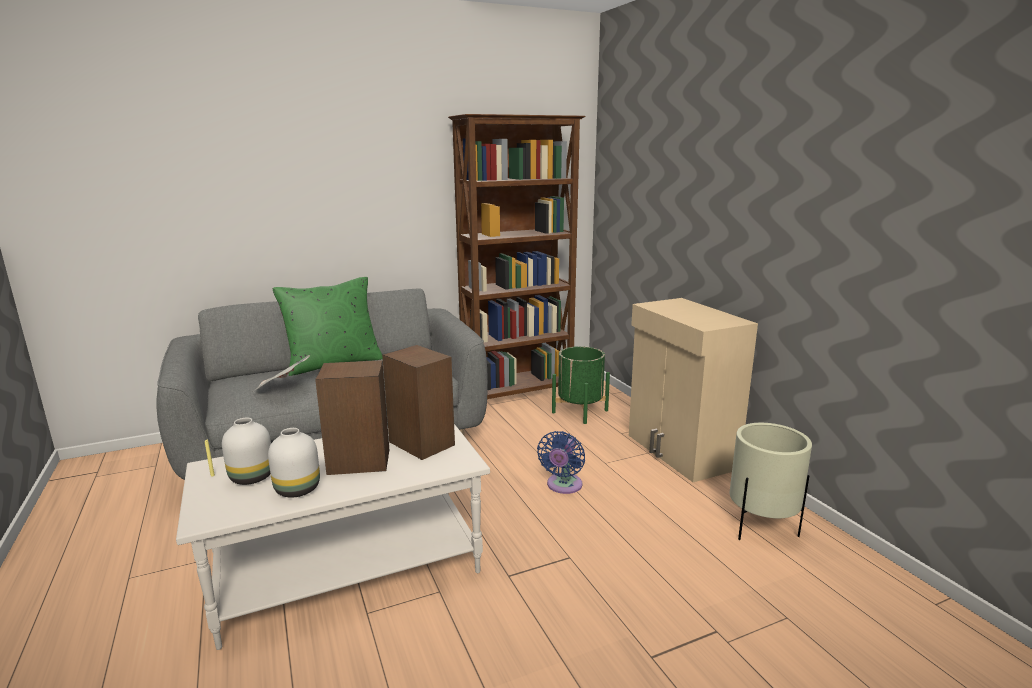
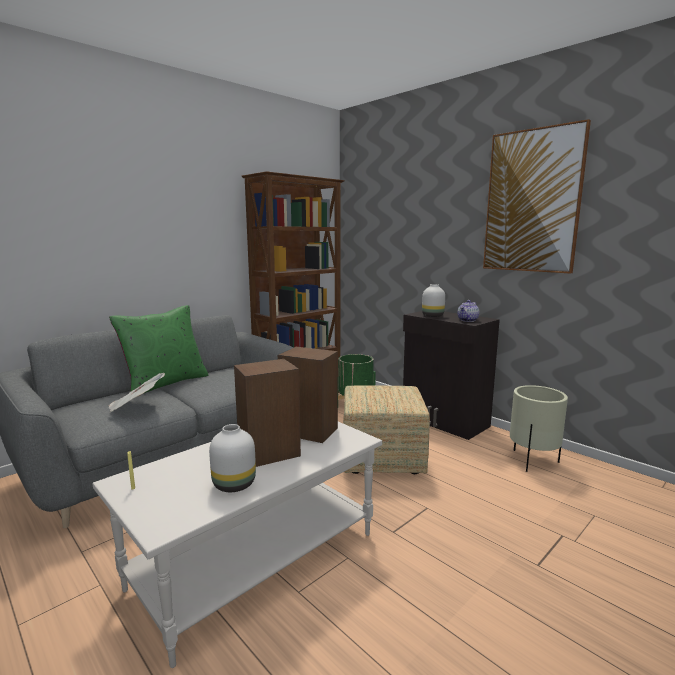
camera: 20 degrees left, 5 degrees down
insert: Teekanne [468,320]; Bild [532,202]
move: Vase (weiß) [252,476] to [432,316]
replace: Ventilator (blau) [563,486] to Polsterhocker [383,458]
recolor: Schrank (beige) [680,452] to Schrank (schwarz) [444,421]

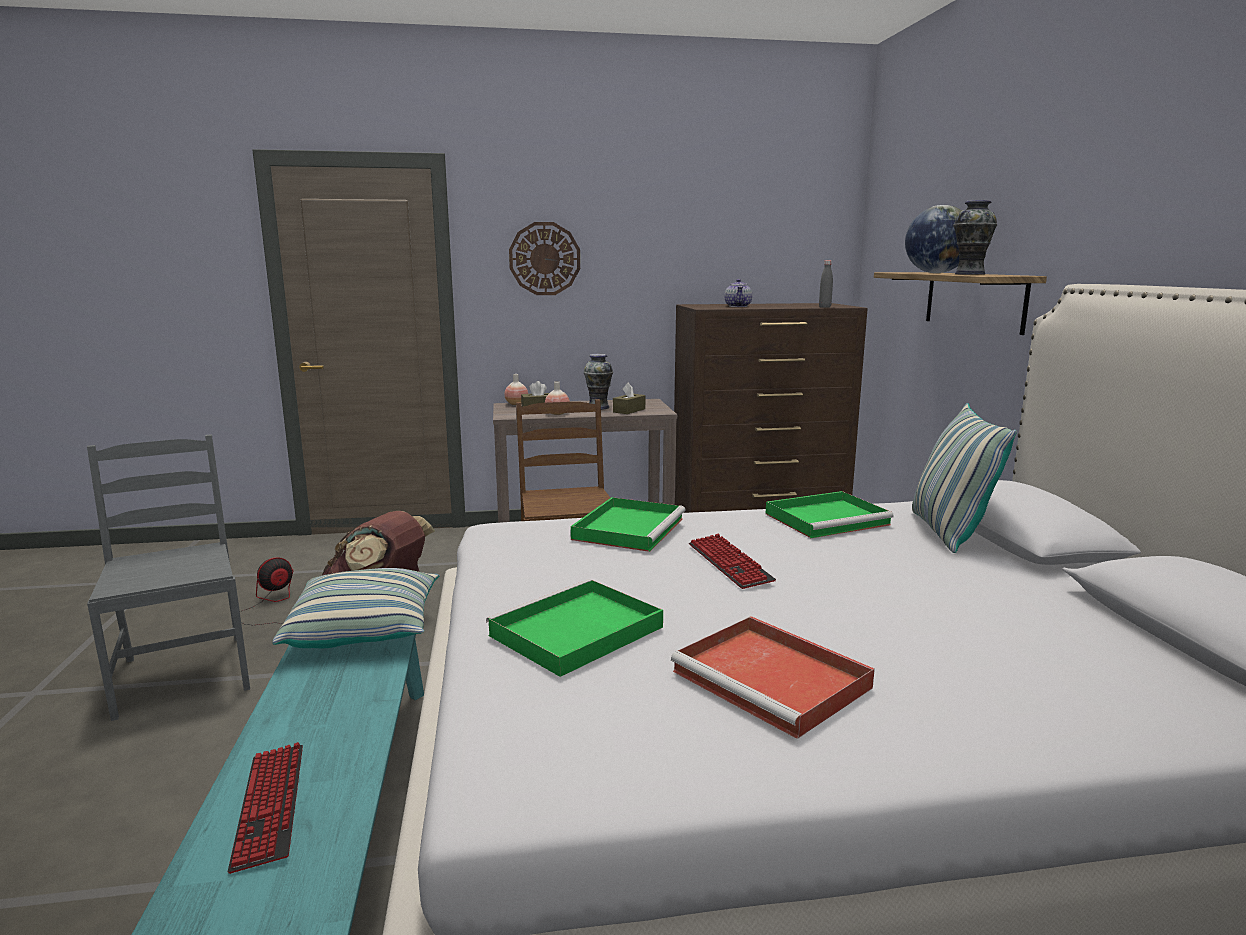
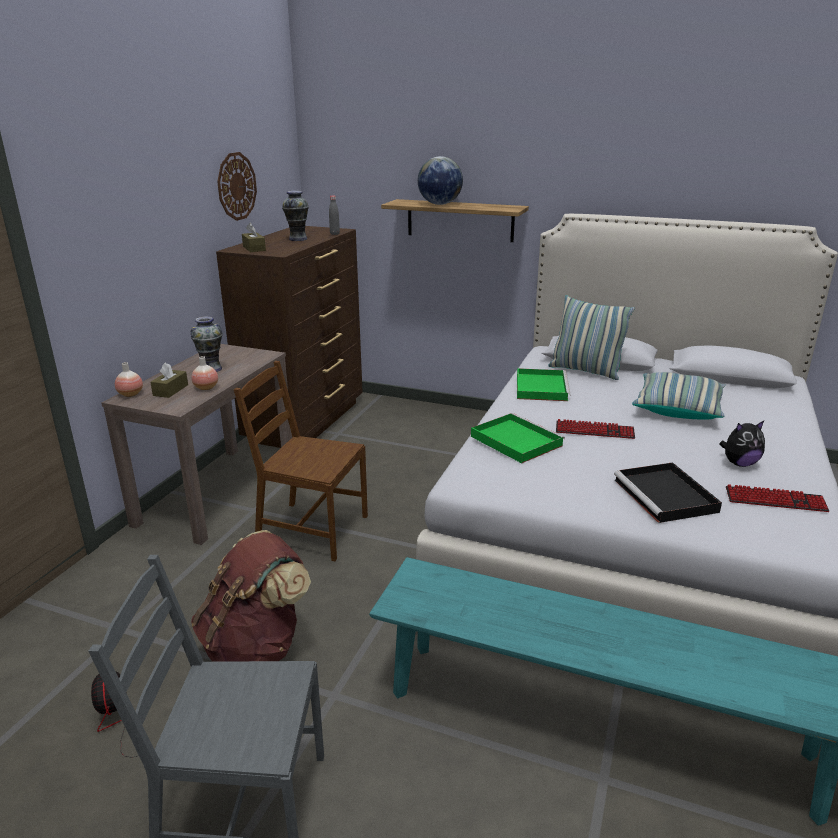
camera: 60 degrees left, 10 degrees up
delete: Teekanne [738,306]
move: Tastatur [269,806] to [775,500]; Kissen [365,630] to [677,409]; Wanduhr [544,259] to [236,186]; Taschentuchbox (braun) [629,410] to [254,248]; Vase [970,274] to [298,239]
replace: Tablett (rot) [774,680] to Plüschtier [739,463]
recolor: Tablett (grün) [574,633] to Tablett (schwarz) [666,496]

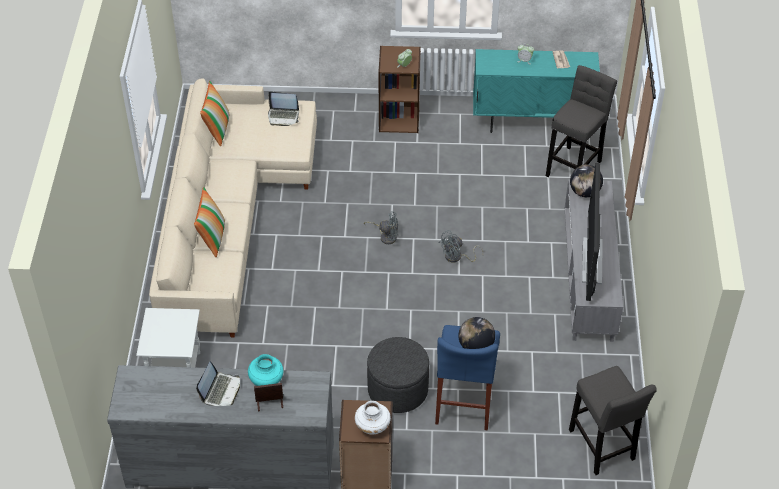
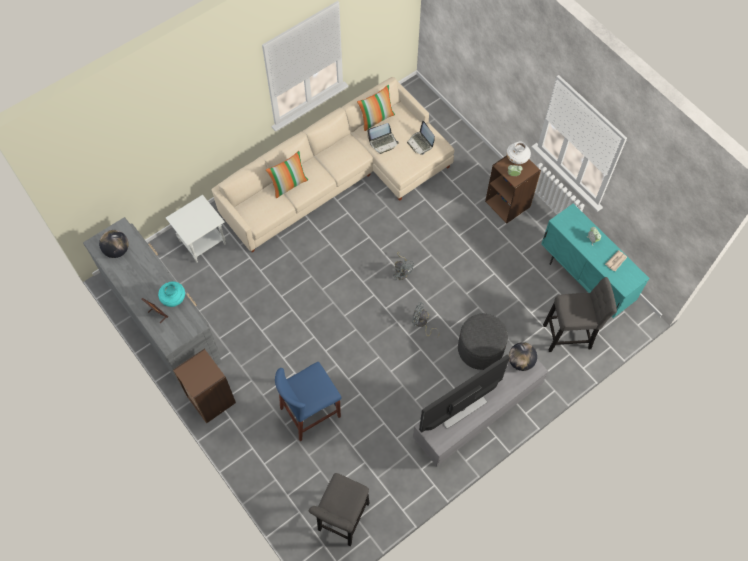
camera: 50 degrees right, 15 degrees up
move: Laptop [220,390] to [383,142]; Vase (weiß) [372,426] to [517,158]; Polsterhocker (grau) [398,389] to [480,349]; Globus [476,346] to [117,250]

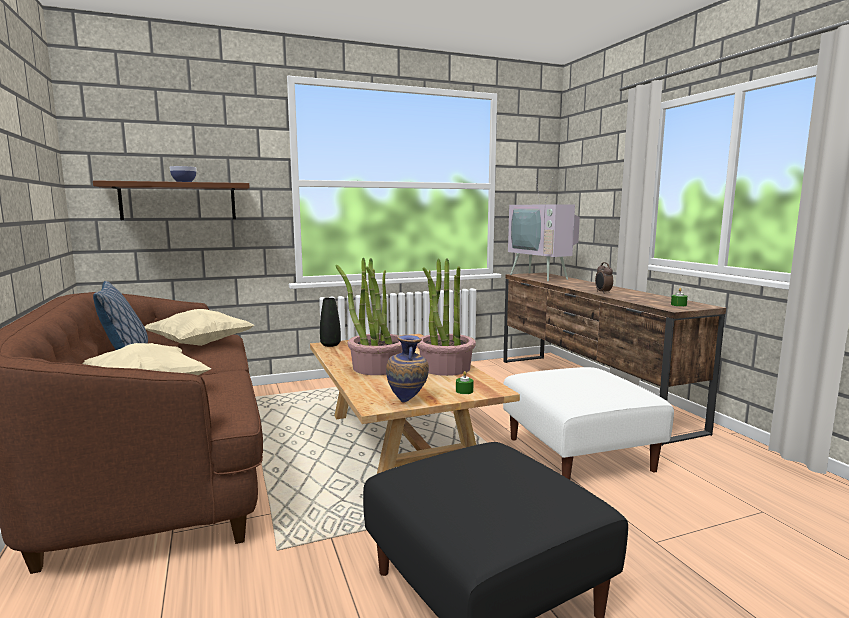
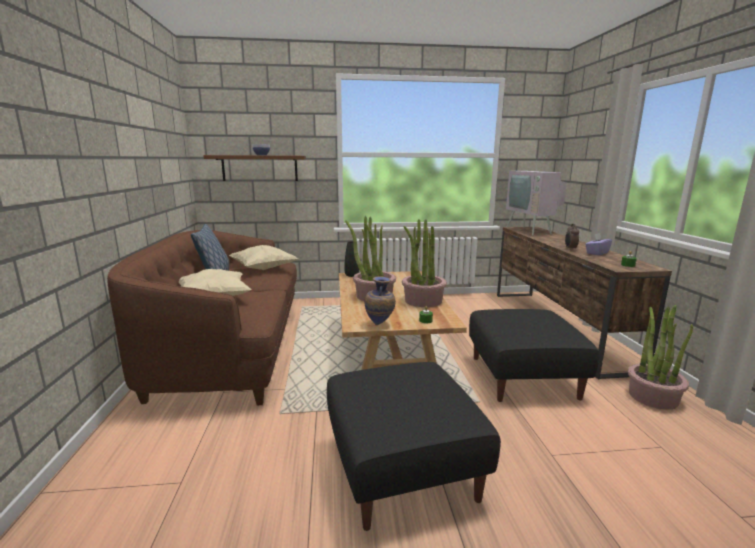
camera: 15 degrees right, 5 degrees up
insert: Taschentuchbox (lila) [597,253]; Topfpflanze [653,397]
recolor: Polsterhocker (weiß) [578,454] to Polsterhocker (schwarz) [522,377]

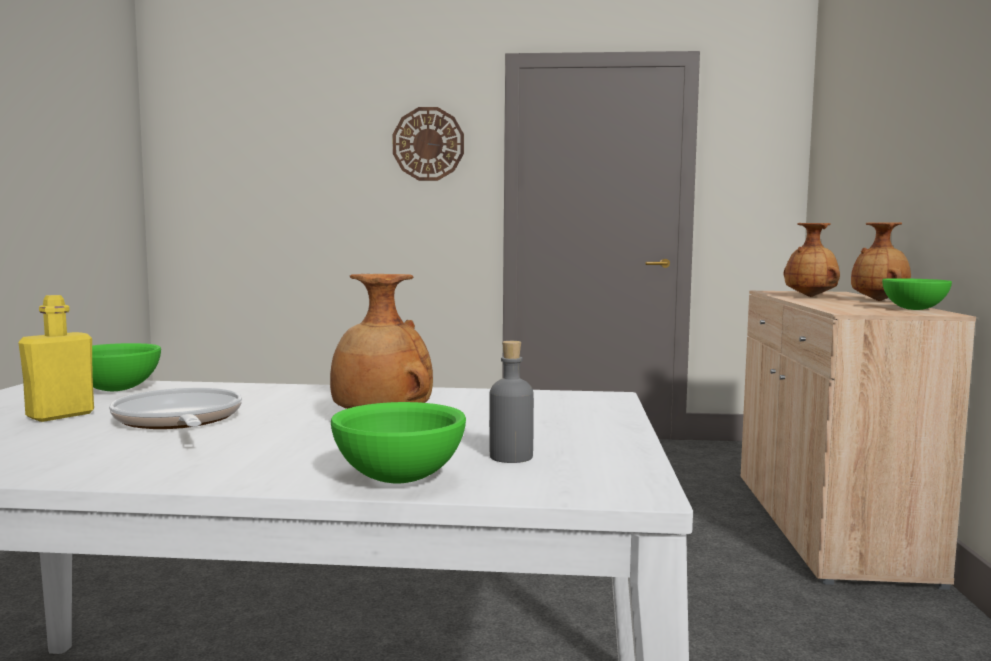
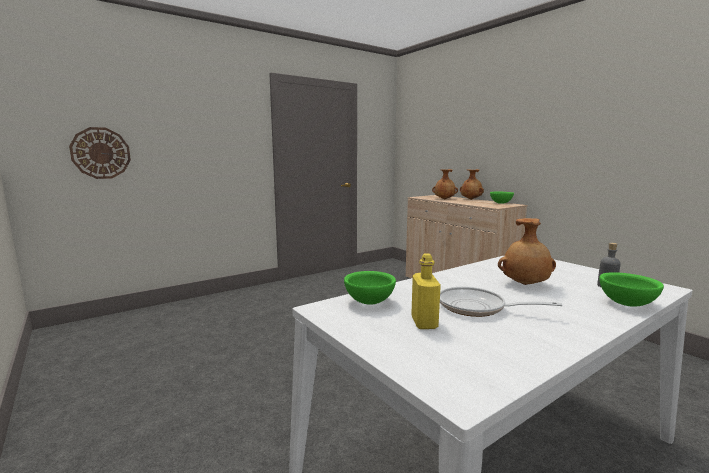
camera: 40 degrees left, 5 degrees up
move: Wanduhr [428,144] to [101,153]

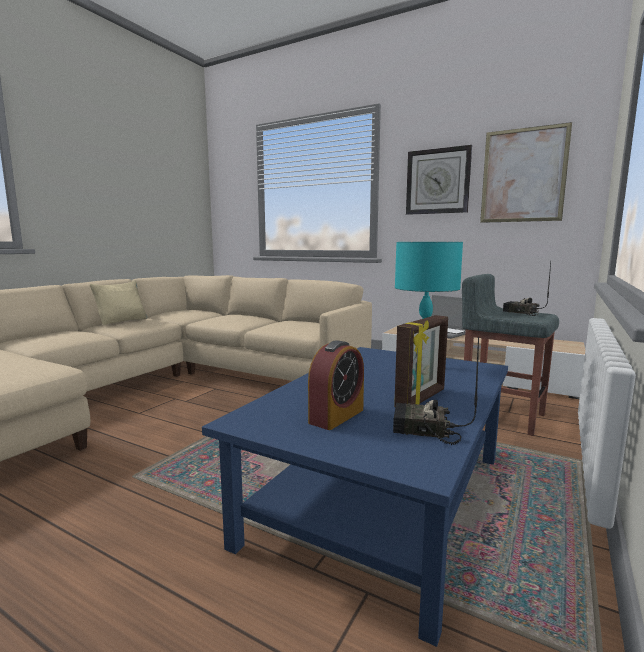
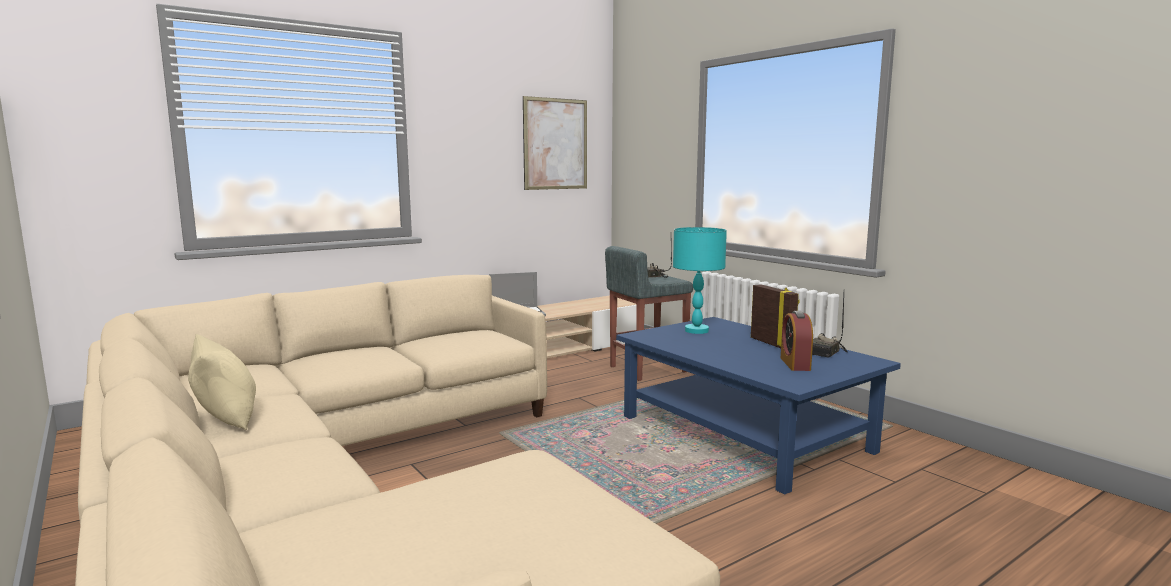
camera: 65 degrees left, 0 degrees up
delete: Wanduhr [438,181]
rotate: Wecker [336,416] = [795,364] 150 degrees counterclockwise

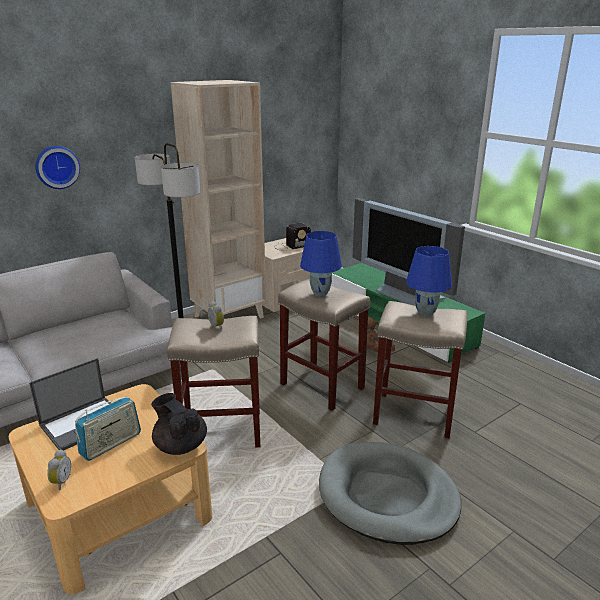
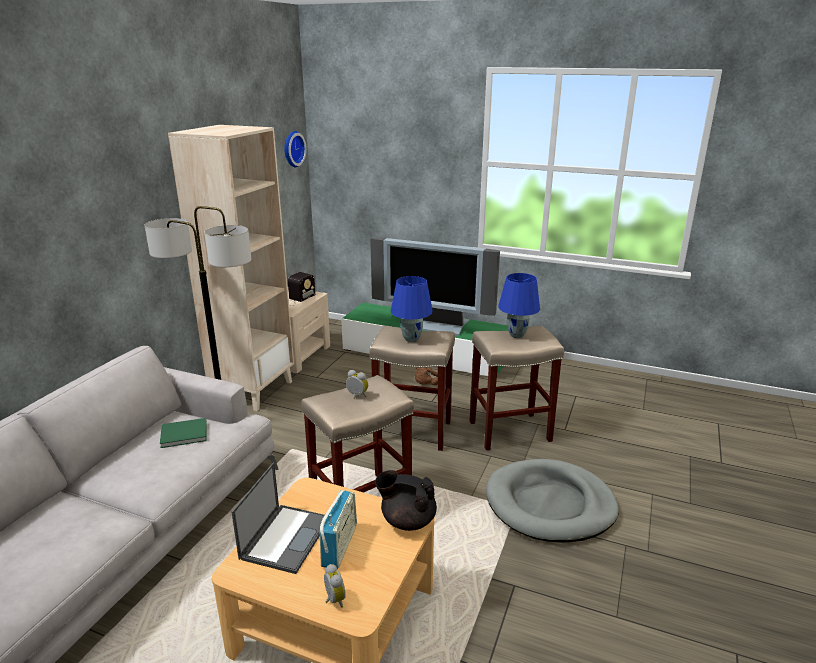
camera: 30 degrees left, 0 degrees up
insert: Buch (grün) [185,434]
move: Wanduhr [57,167] to [292,149]

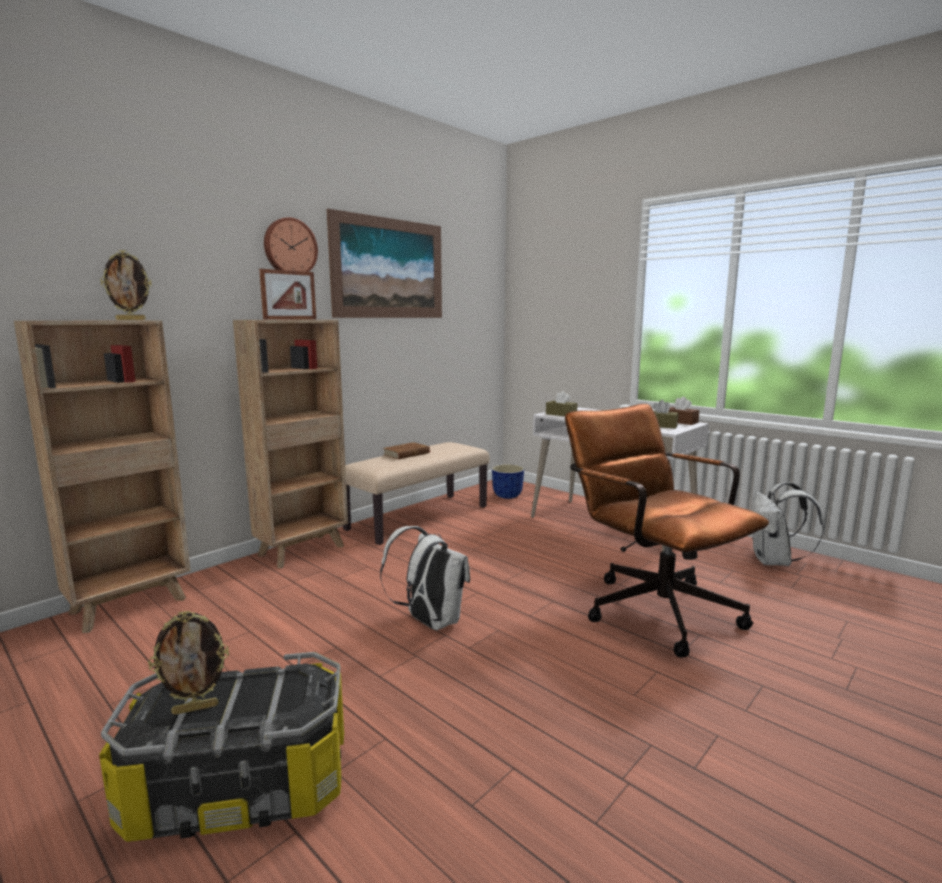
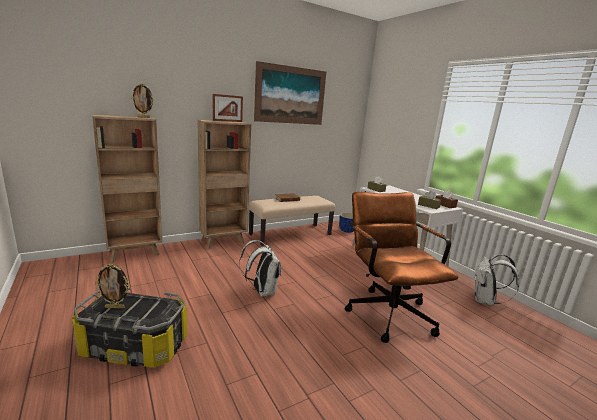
camera: 15 degrees right, 5 degrees up
delete: Wanduhr [289,247]

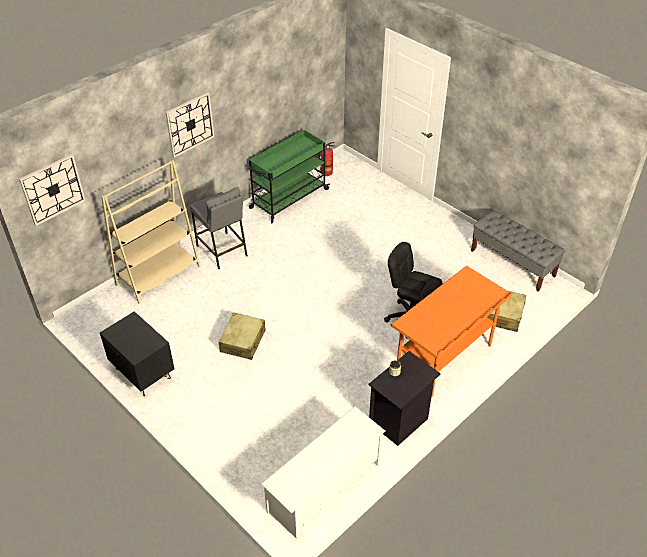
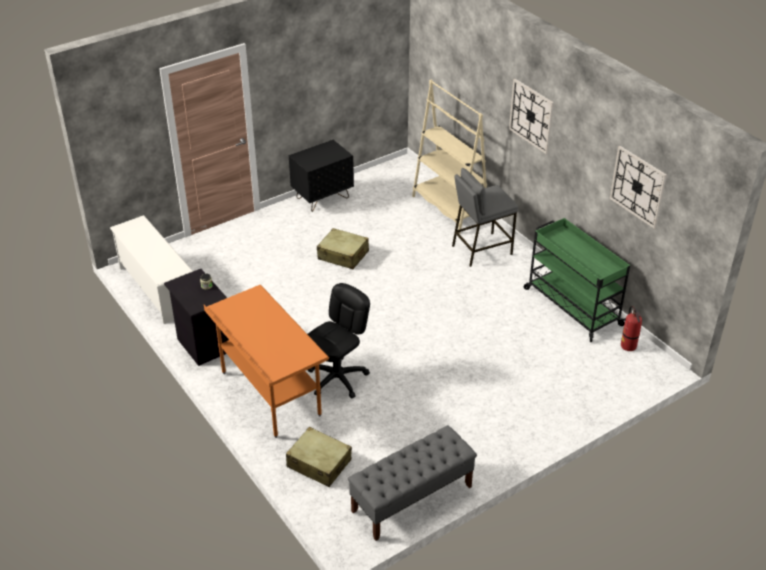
camera: 100 degrees right, 5 degrees down
move: Wanduhr [53,189] to [638,186]

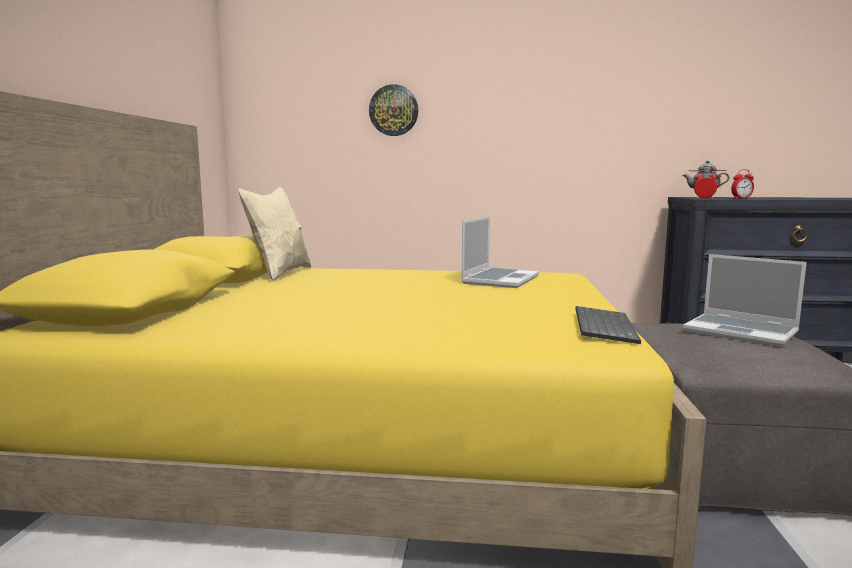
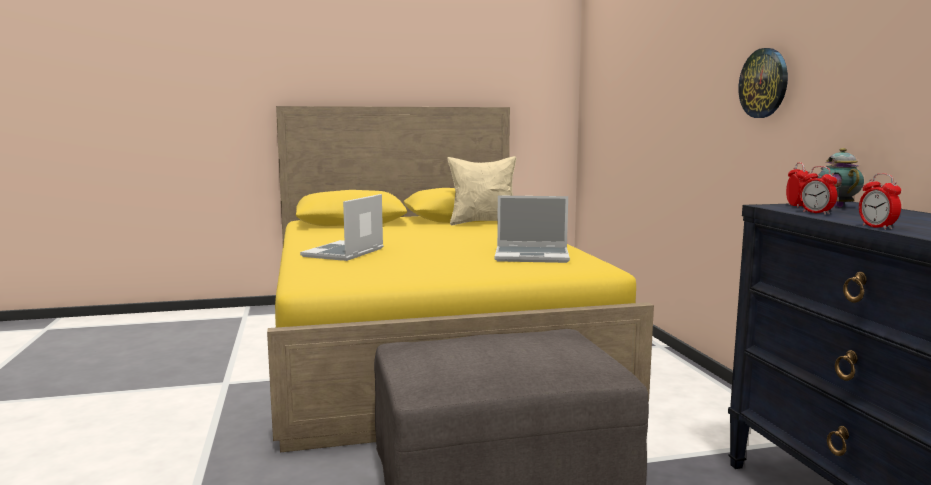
camera: 70 degrees right, 0 degrees up
delete: Tastatur [602,327]
insert: Wecker [877,227]
move: Wanduhr [393,110] to [764,83]; Laptop [742,332] to [344,253]

